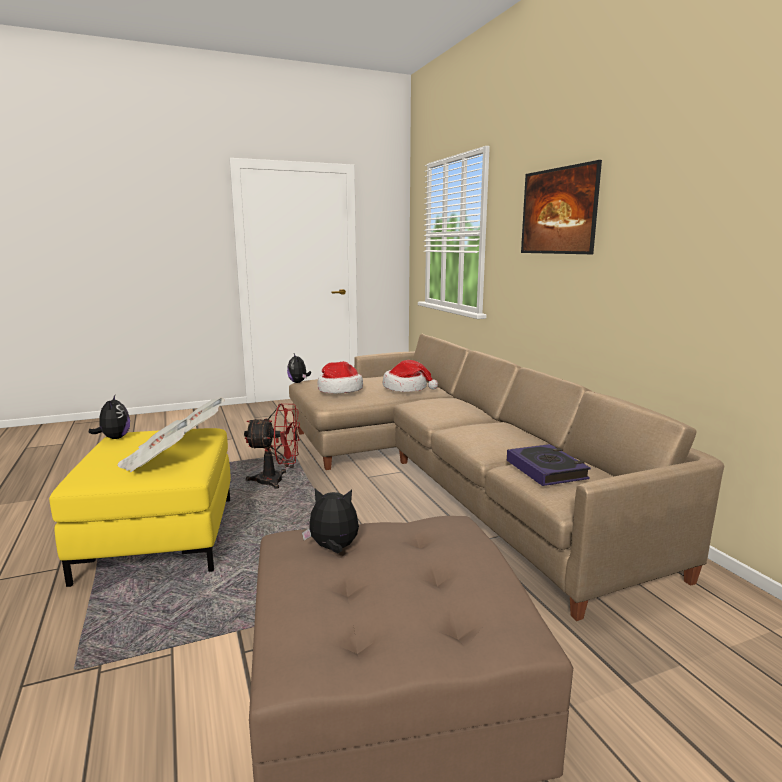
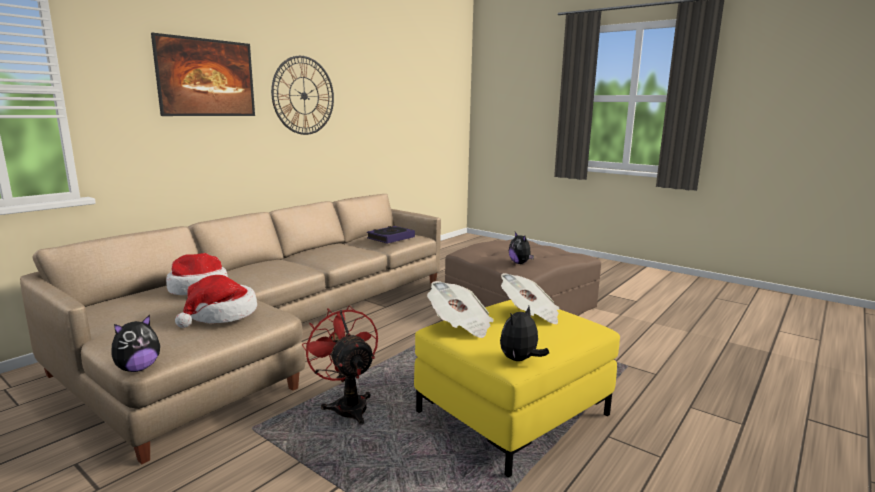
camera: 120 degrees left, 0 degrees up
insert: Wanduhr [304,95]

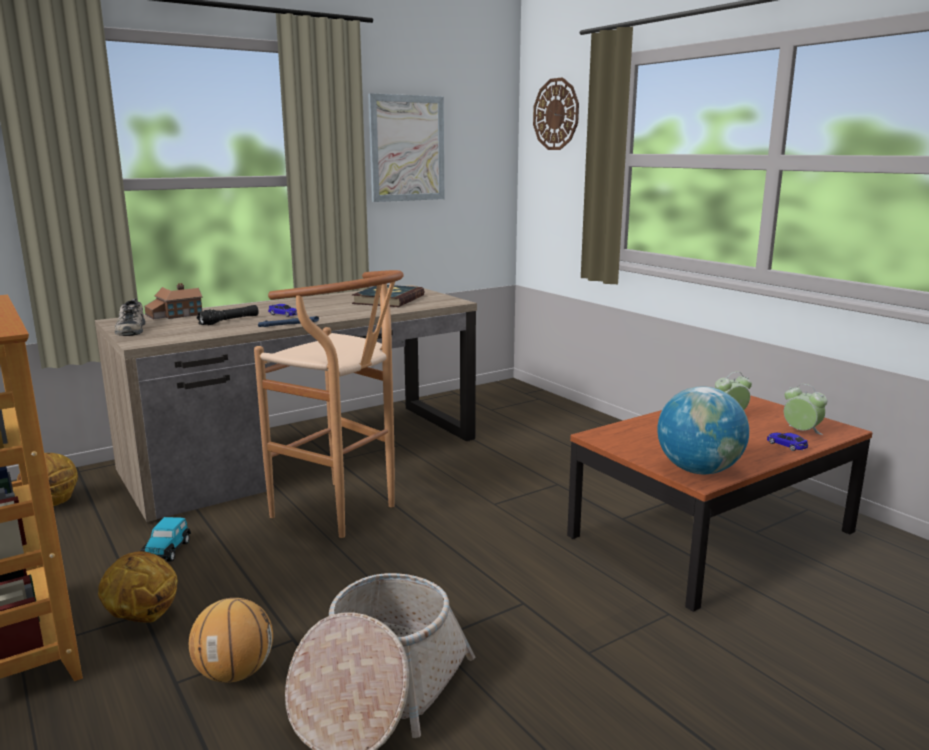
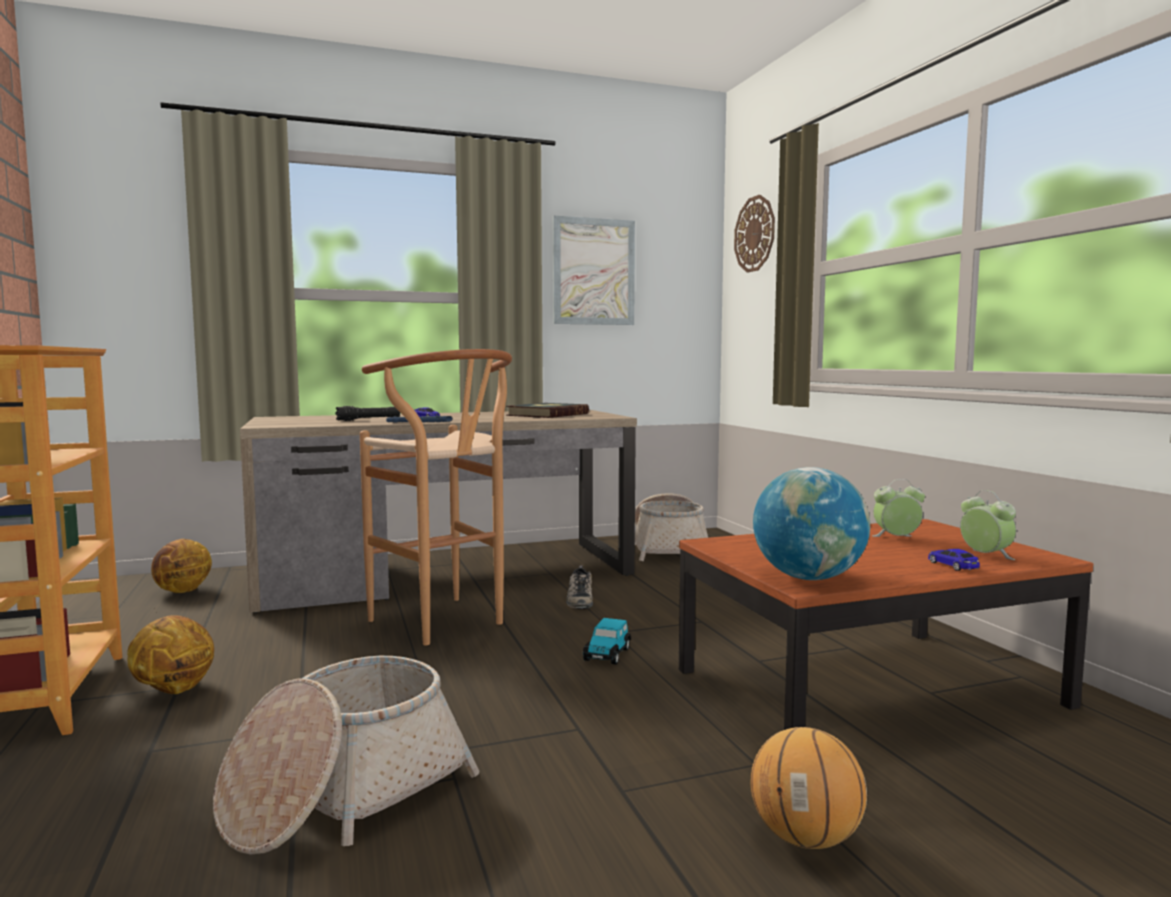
camera: 15 degrees right, 10 degrees down
delete: Spielzeughaus [174,314]
insert: Korb [669,549]
move: Schuh [130,329] to [578,599]; Spielzeugauto [167,550] to [607,654]; Basketball [235,673] to [805,838]

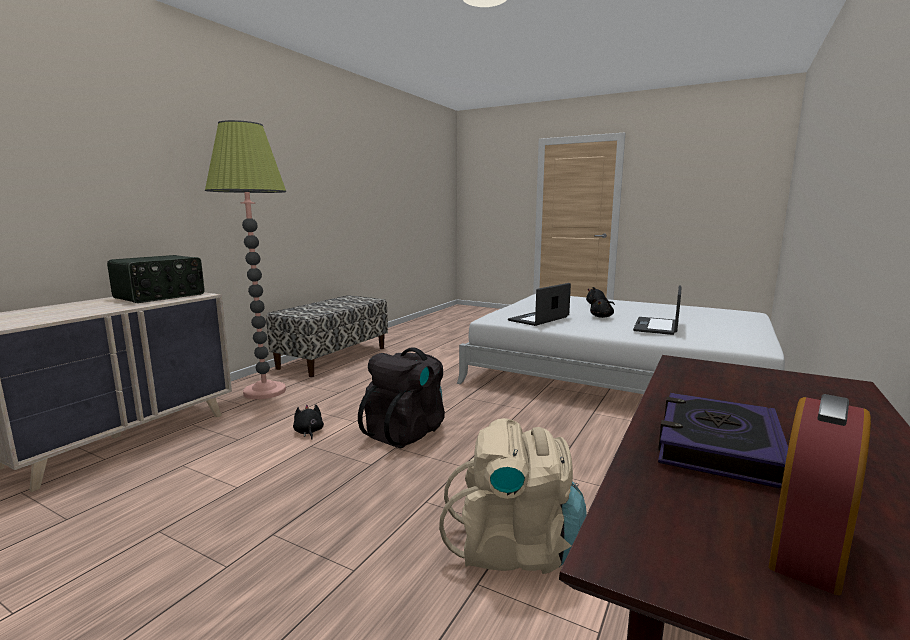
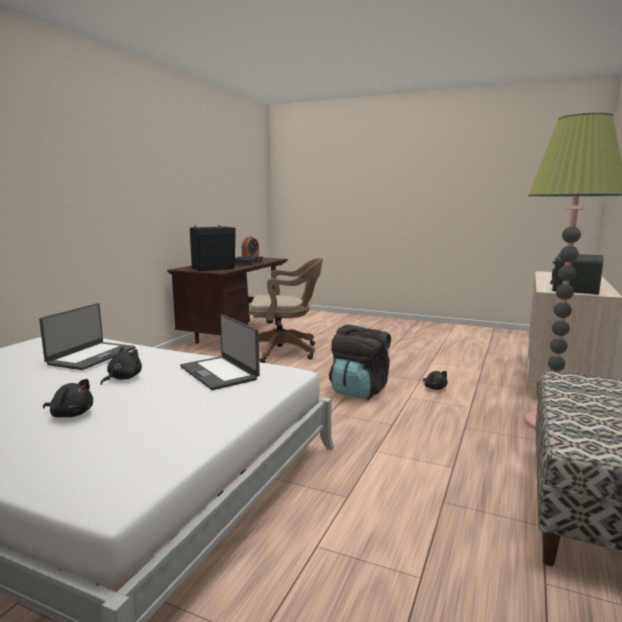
camera: 175 degrees right, 0 degrees up
insert: Lautsprecher (schwarz) [214,268]
replace: Rucksack (beige) [514,548] to Bürostuhl (braun) [284,351]
rotate: Laptop [539,319] = [219,373] 105 degrees clockwise

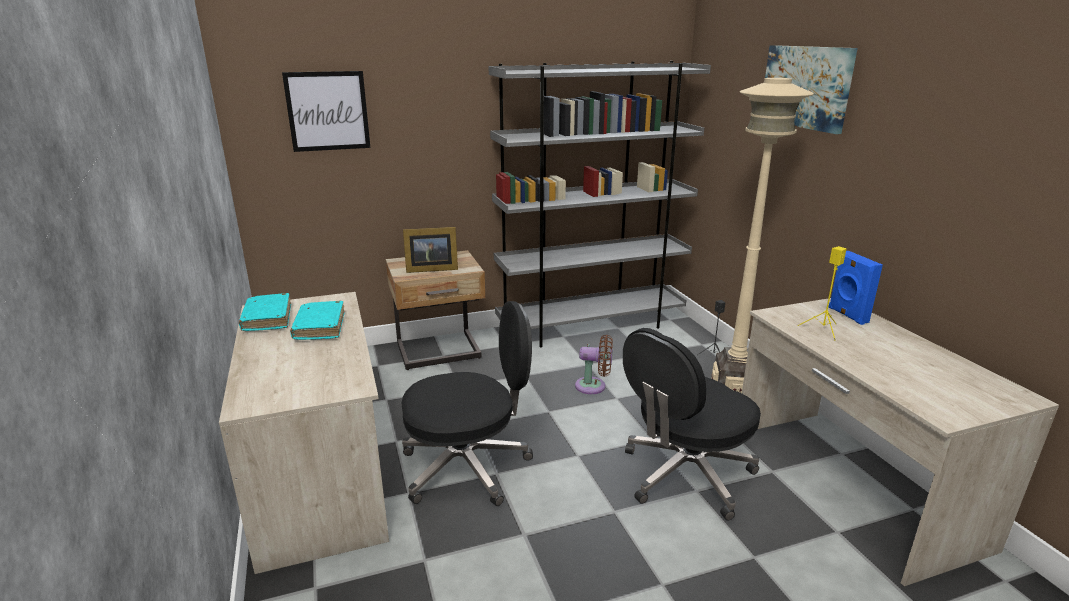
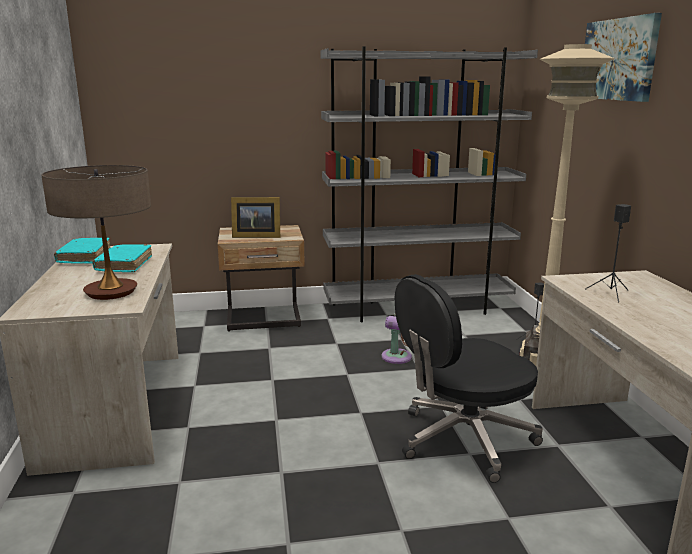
camera: 10 degrees right, 5 degrees down
delete: Bild [328,111]; Bürostuhl (schwarz) [468,466]; Lautsprecher (blau) [846,315]
insert: Tischlampe [111,292]
recolor: Lautsprecher (gelb) [823,330] to Lautsprecher (schwarz) [610,293]

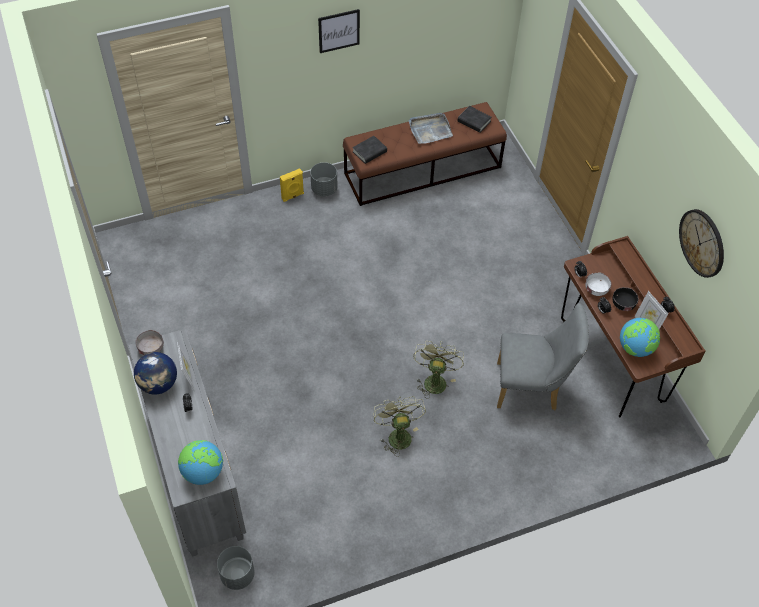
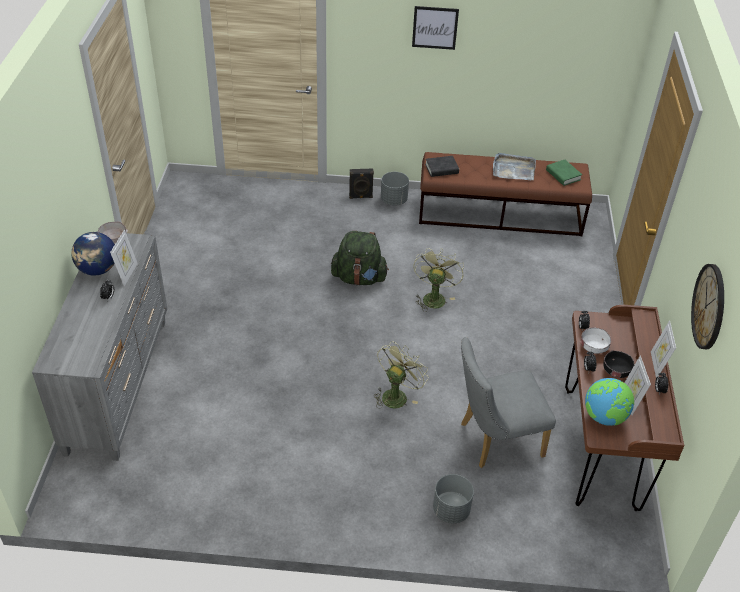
camera: 25 degrees right, 10 degrees down
delete: Globus [203,472]
insert: Rucksack (grün) [359,278]; Bilderrahmen [657,365]
move: Pflanzkübel (grau) [237,575] to [451,511]; Ventilator (grün) [397,434] to [434,297]
recolor: Lautsprecher (gelb) [293,196] to Lautsprecher (schwarz) [360,197]; Buch (schwarz) [474,121] to Buch (grün) [563,175]
rotate: Stuhl (grau) [532,387] = [495,440] 135 degrees clockwise

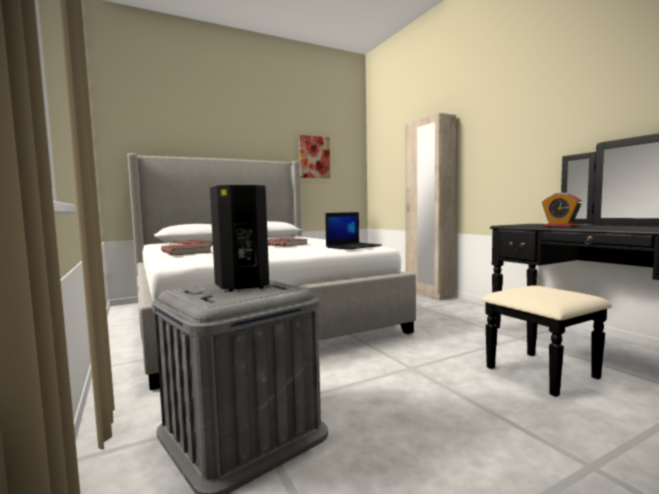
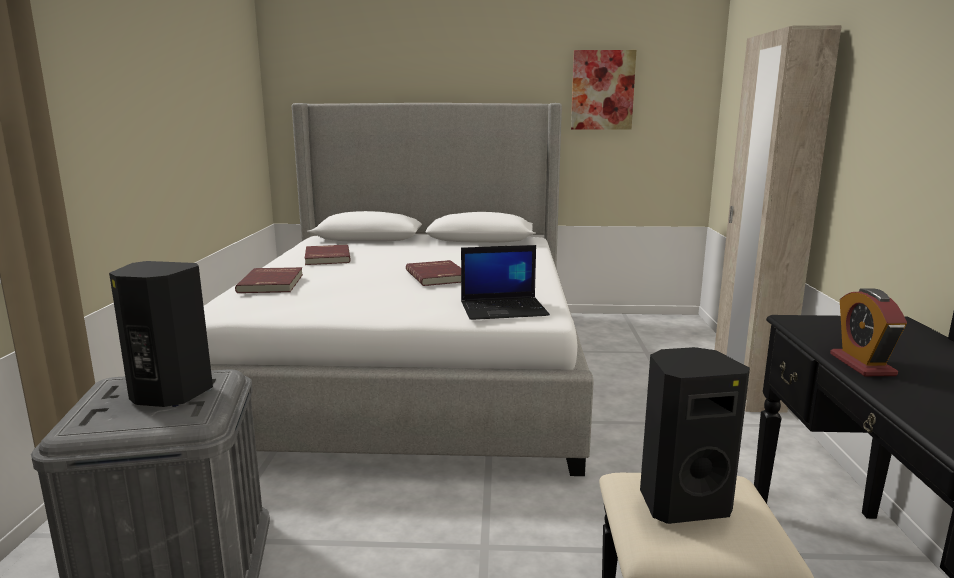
camera: 30 degrees right, 10 degrees up
insert: Lautsprecher (schwarz) [681,502]

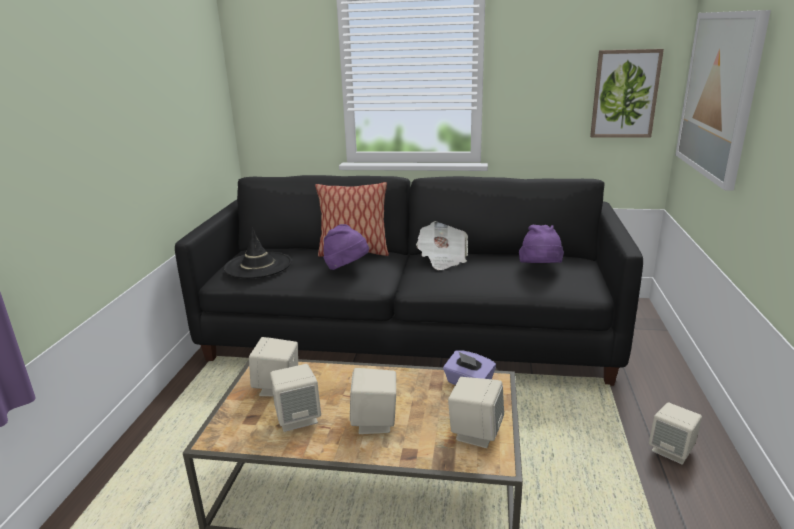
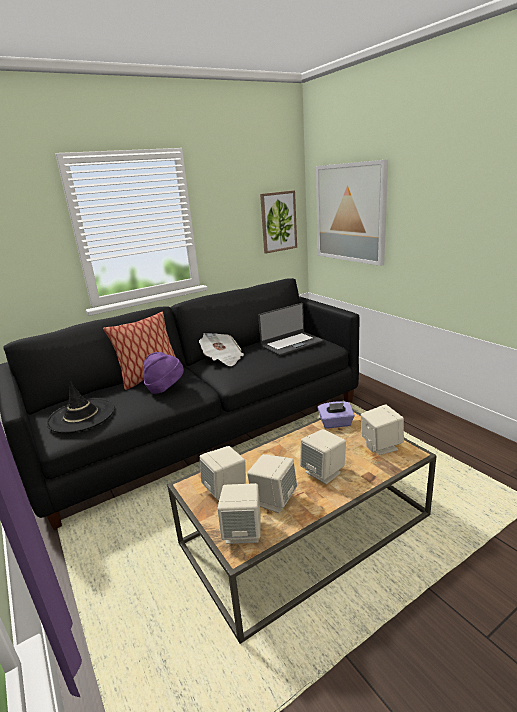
camera: 40 degrees left, 0 degrees up
move: Lautsprecher (beige) [671,450] to [243,531]
replace: Hut (lila) [540,269] to Laptop [291,344]

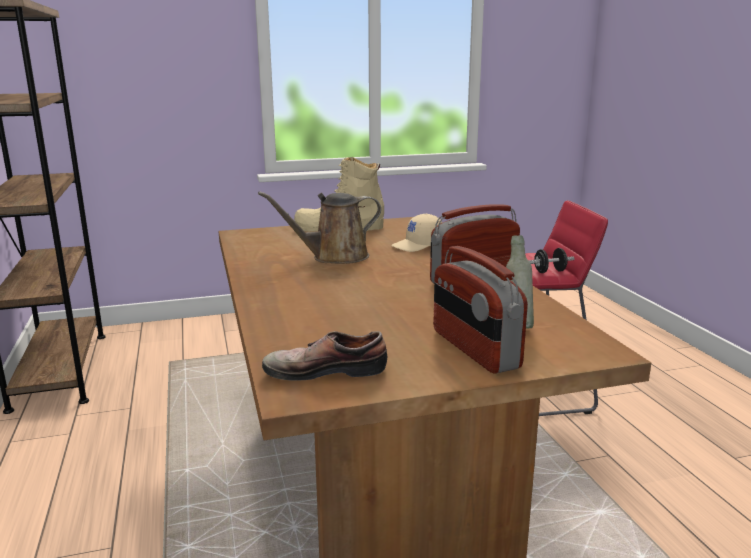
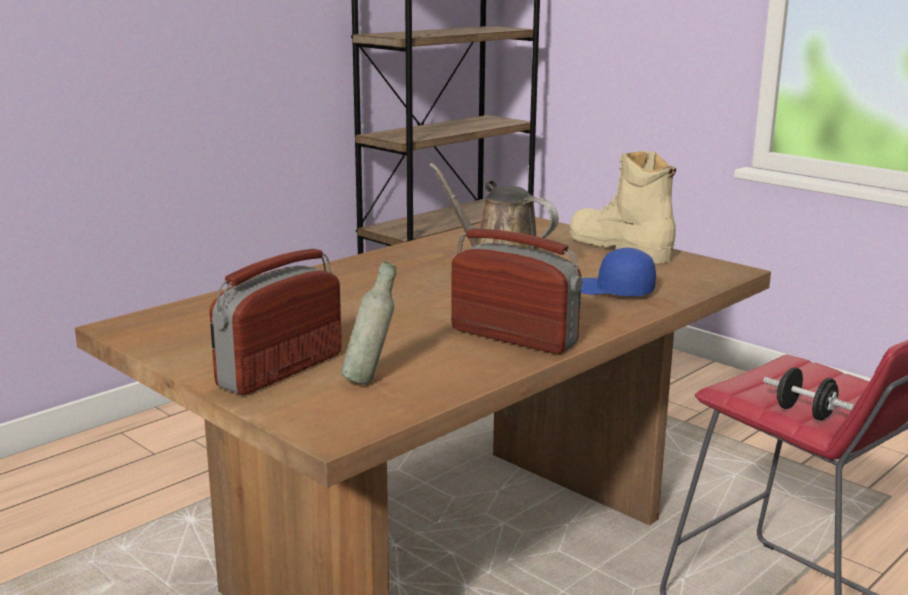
camera: 60 degrees right, 0 degrees up
delete: Schuh [325,369]
recolor: Kappe (beige) [418,245] to Kappe (blau) [613,291]

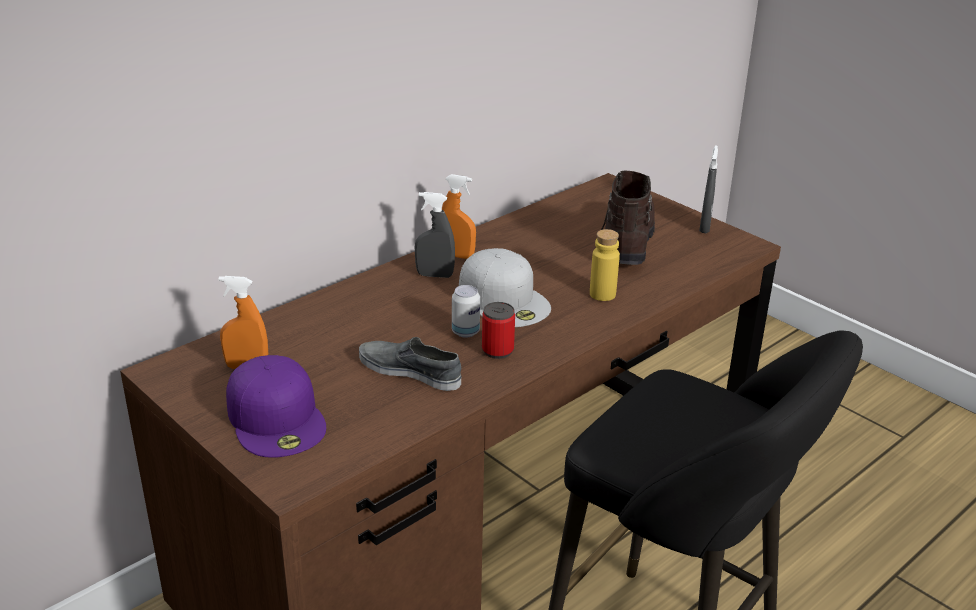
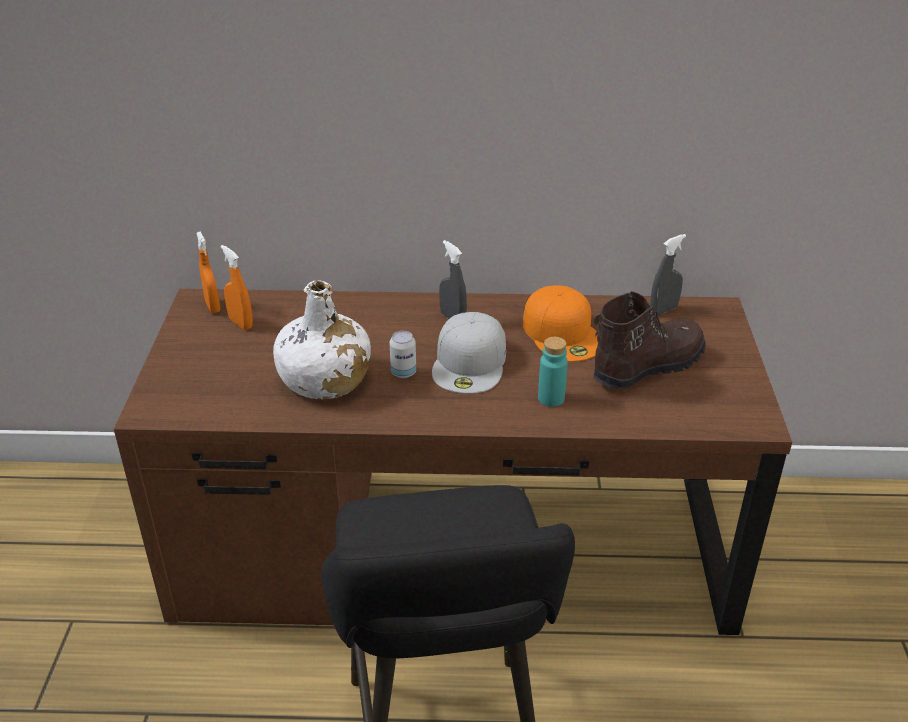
camera: 45 degrees right, 5 degrees up
delete: Kappe (lila) [277,418]; Dose [497,350]
insert: Kappe (orange) [563,333]
move: Sprühflasche (orange) [457,255] to [212,306]; Sprühflasche (grau) [704,227] to [663,310]
replace: Schuh (grau) [410,371] to Flasche (weiß) [324,380]
recolor: Flasche (gelb) [602,294] to Flasche (türkis) [551,398]

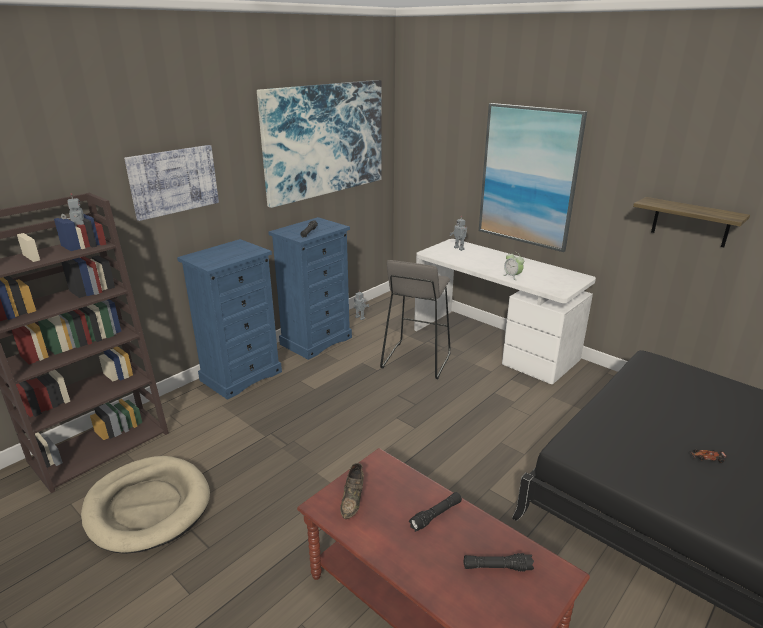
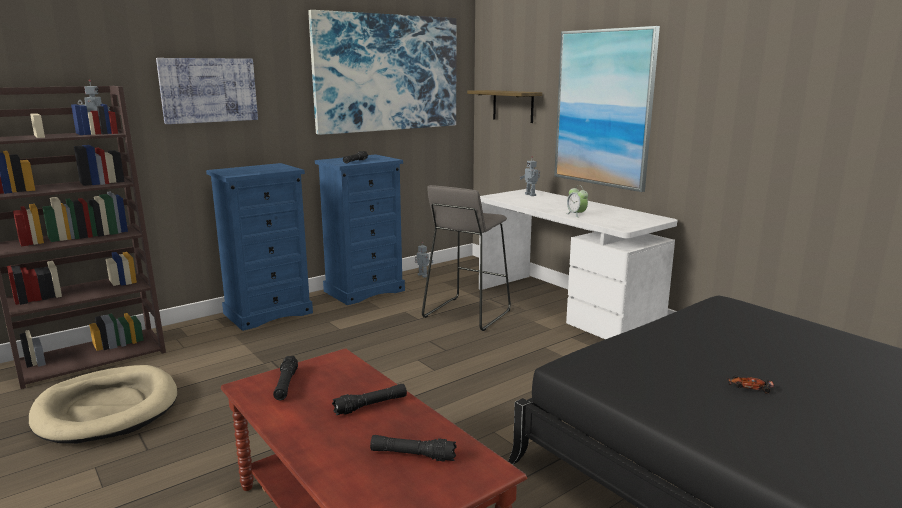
camera: 10 degrees right, 10 degrees down
move: Wandregal [690,222] to [513,106]
replace: Schuh (braun) [353,499] to Taschenlampe (schwarz) [286,384]

